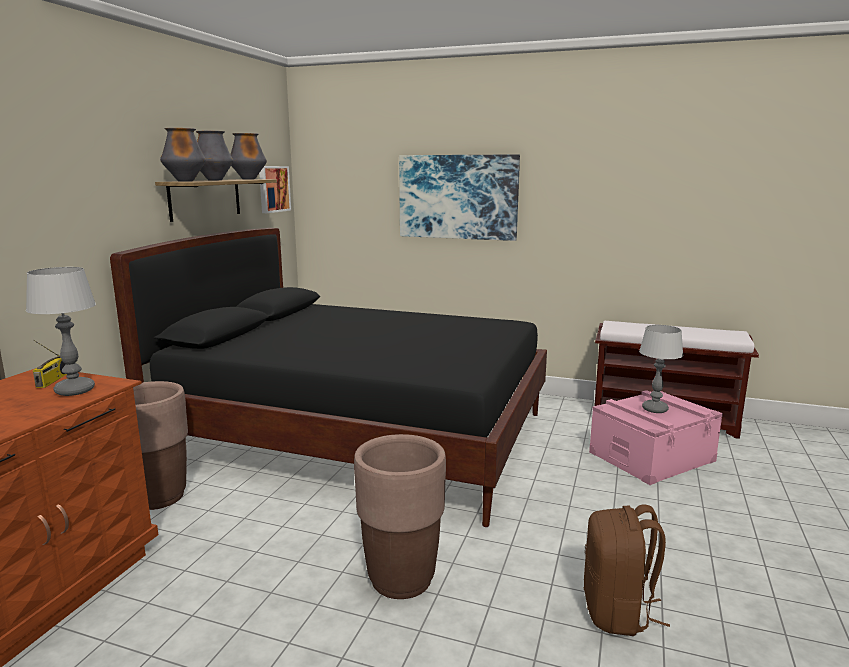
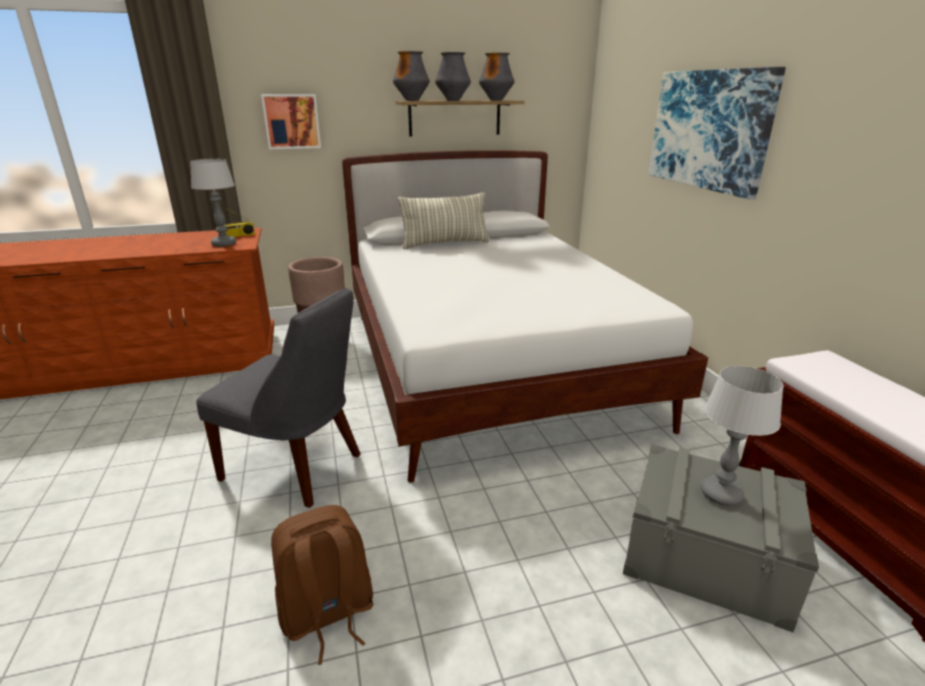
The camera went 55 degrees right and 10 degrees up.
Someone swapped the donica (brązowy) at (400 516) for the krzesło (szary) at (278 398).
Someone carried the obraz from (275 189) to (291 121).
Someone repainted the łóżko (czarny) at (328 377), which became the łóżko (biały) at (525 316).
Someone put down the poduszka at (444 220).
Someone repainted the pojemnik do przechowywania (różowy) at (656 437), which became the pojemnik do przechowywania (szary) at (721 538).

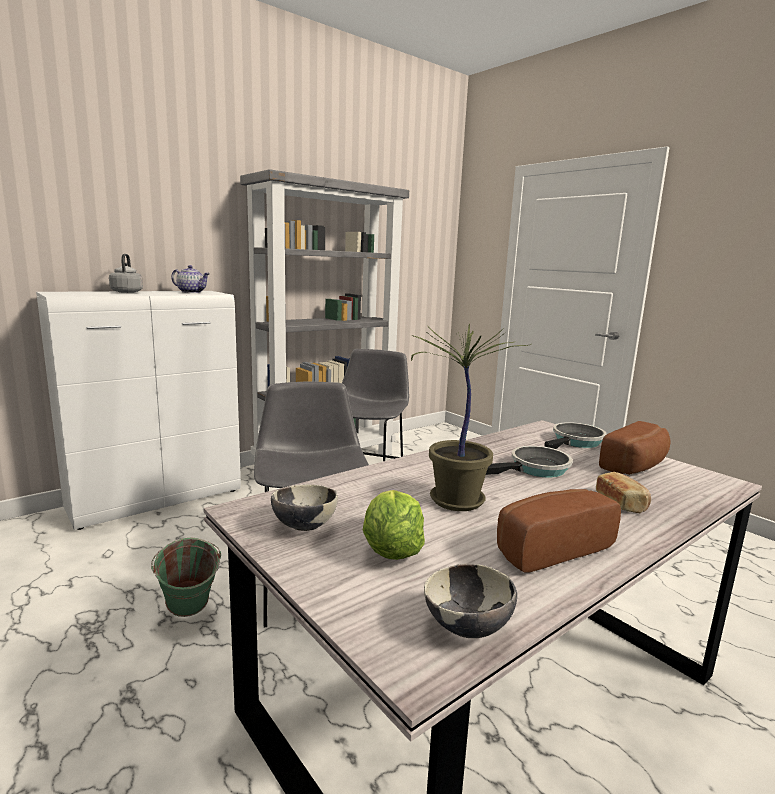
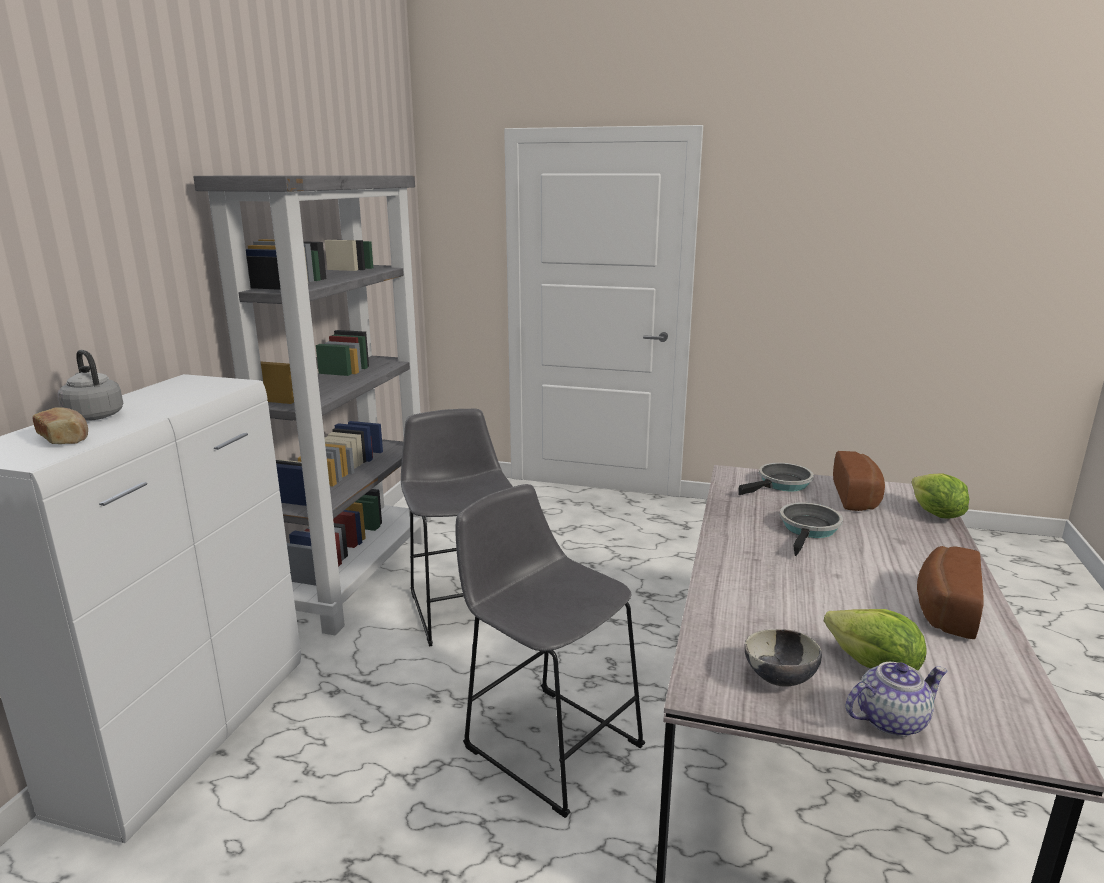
The camera went 35 degrees left and 5 degrees up.
Someone carried the chleb from (623 492) to (60 425).
Someone rotated the patelnia at (575 435) by 45 degrees clockwise.
Someone carried the imbryk from (190 279) to (897 699).
Someone put down the sałata at (940 496).
Someone took away the wiadro (zielony) at (186 577).
Someone took away the roślina doniczkowa at (471 417).
Someone took away the miska at (470 600).

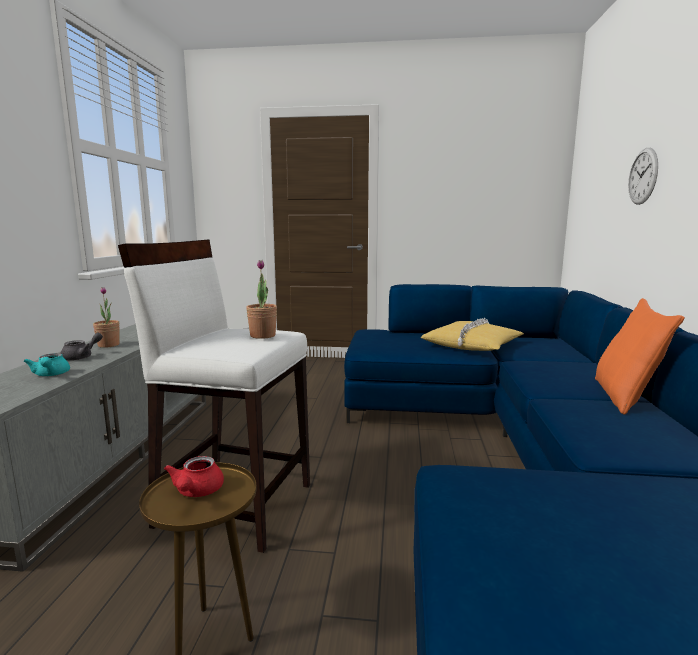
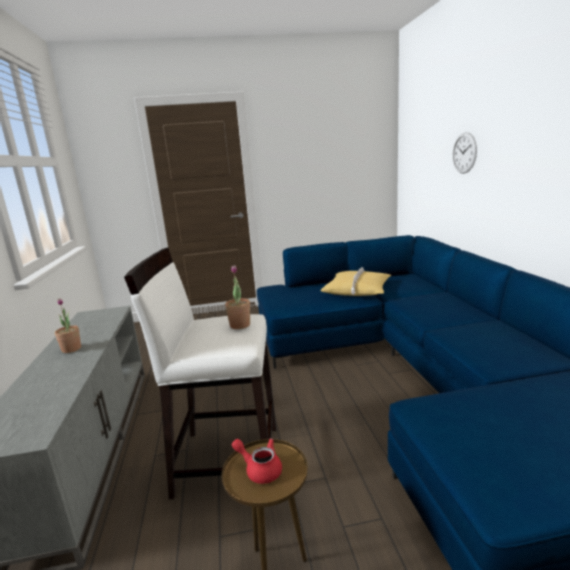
The camera went 15 degrees left and 5 degrees up.
Someone rotated the imbryk (czerwony) at (194 476) by 135 degrees clockwise.
Someone took away the imbryk (turkusowy) at (47 364).
Someone took away the imbryk (szary) at (81 347).
Someone took away the poduszka (pomarańczowy) at (640 356).

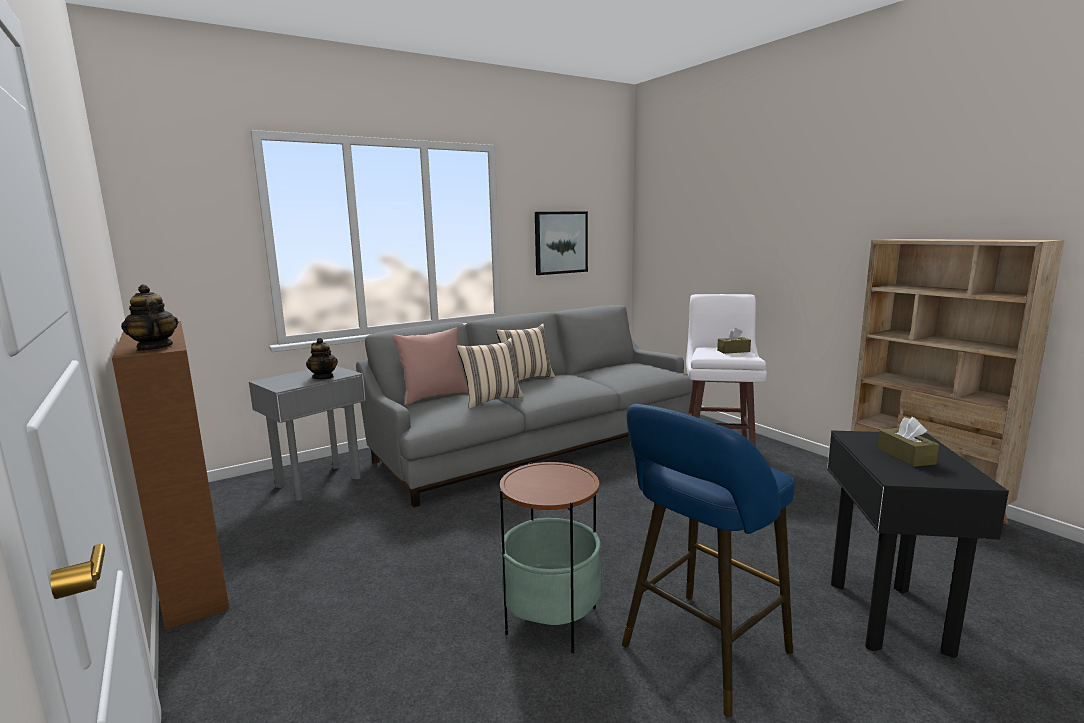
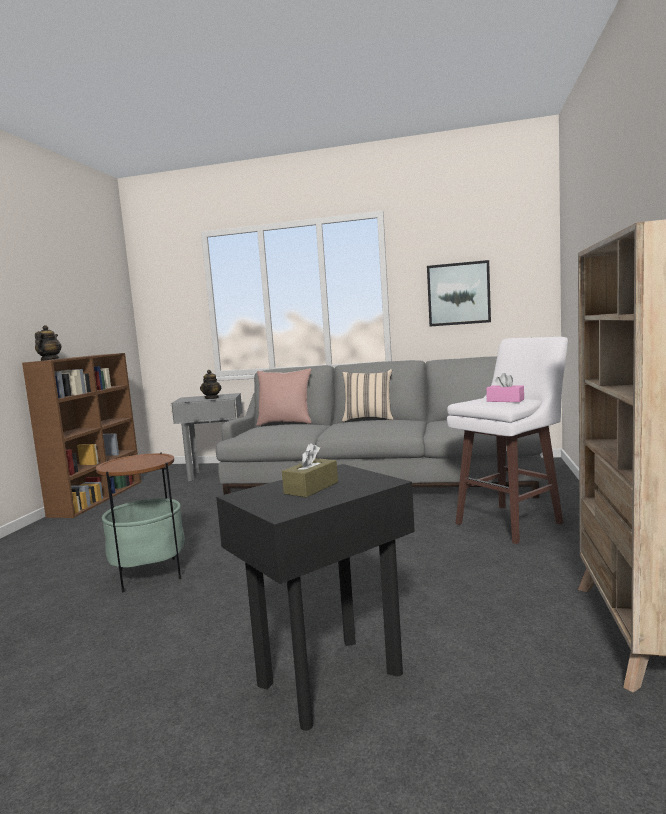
The camera went 45 degrees right and 5 degrees down.
Someone repainted the pudełko chusteczek (brązowy) at (734 341), which became the pudełko chusteczek (różowy) at (505 387).
Someone took away the poduszka (beżowy) at (490 373).
Someone took away the stołek (niebieski) at (708 560).

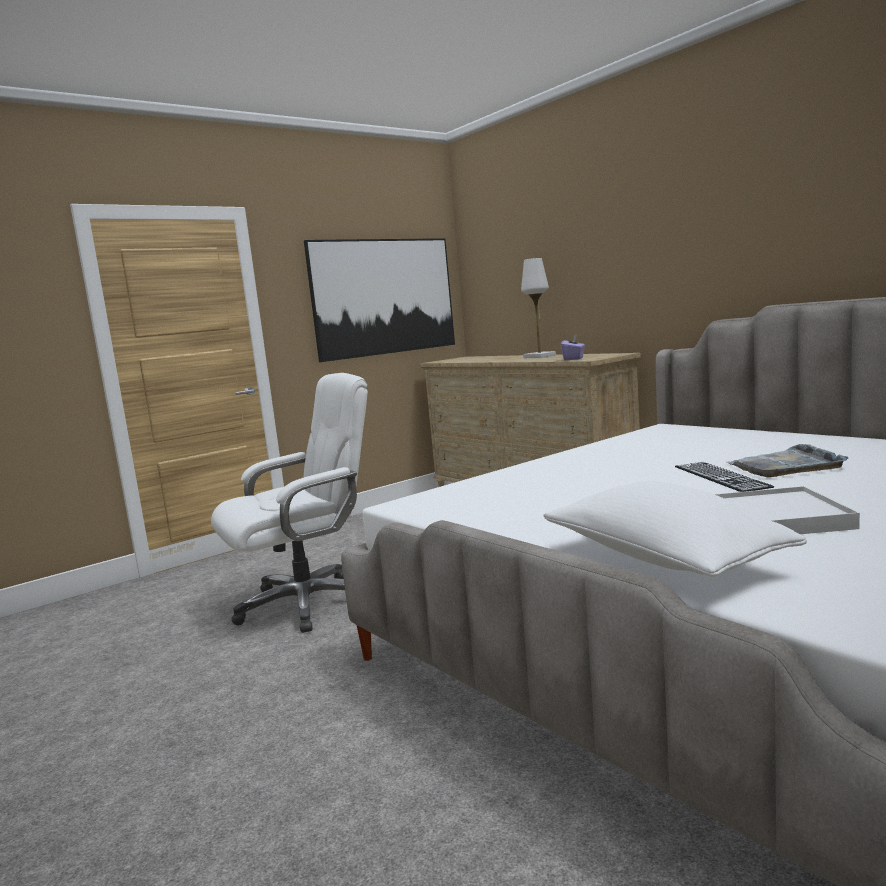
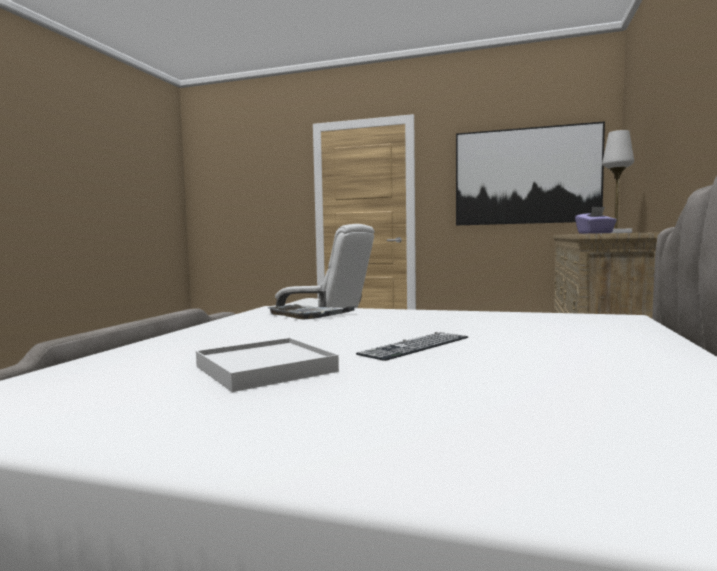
The camera went 55 degrees right and 5 degrees down.
Someone carried the taca (szary) from (788 460) to (313 311).
Someone took away the poduszka (biały) at (675 529).

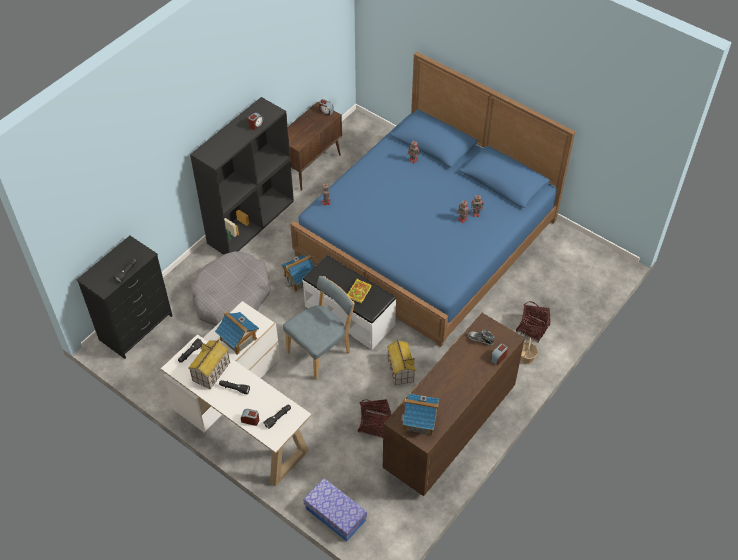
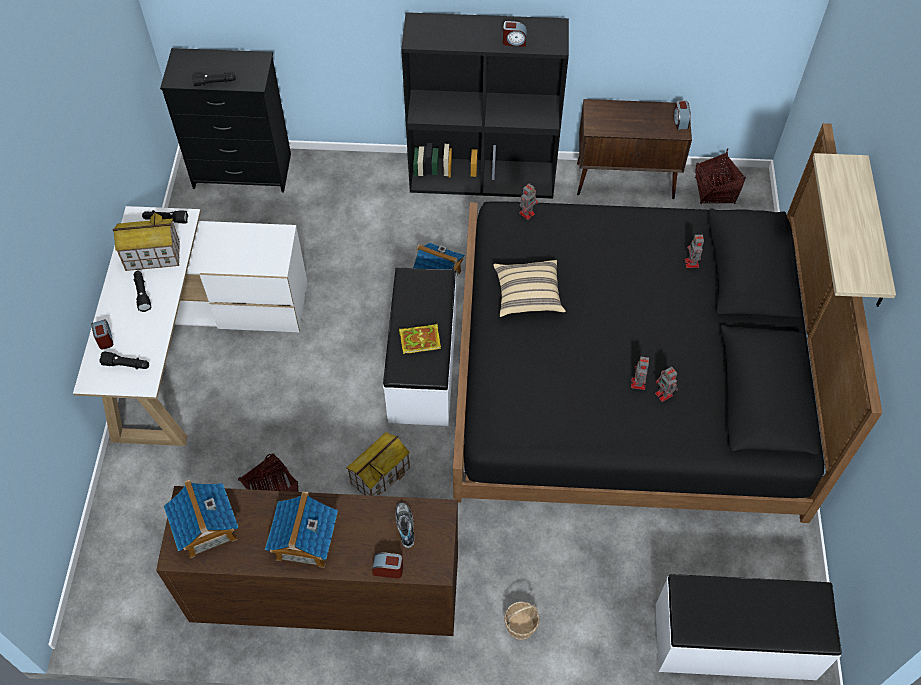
The camera went 55 degrees right and 5 degrees up.
Someone carried the domek from (237 333) to (301 529).
Someone repainted the łóżko (niebieski) at (432 199), which became the łóżko (czarny) at (667 323).
Someone put down the poduszka (beżowy) at (529 288).
Someone put down the ławka (biały) at (749 627).
Someone carried the koszyk from (533 321) to (720 176).
Someone put up the półka at (854 230).
Someone took away the legowisko (szary) at (231 288).
Someone took away the krzesło (niebieski) at (319 328).
Someone took away the pojemnik do przechowywania at (335 510).

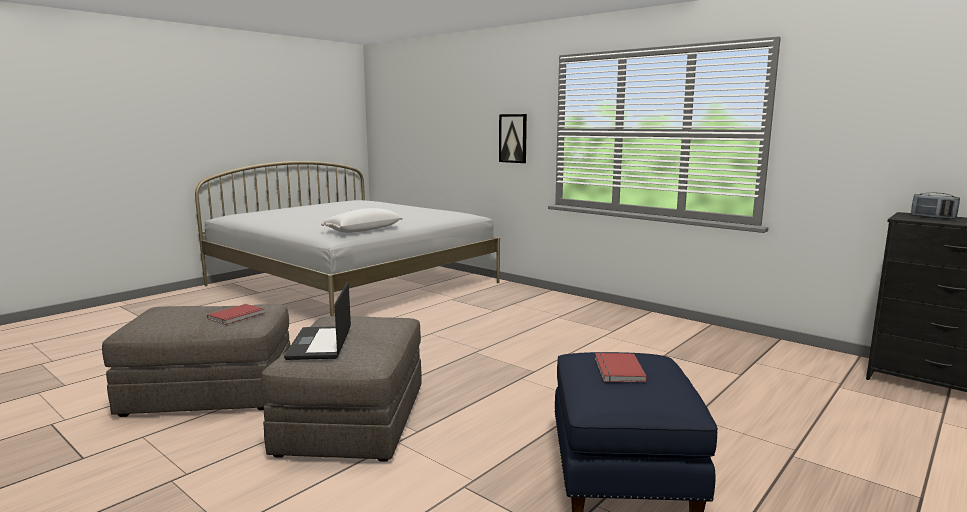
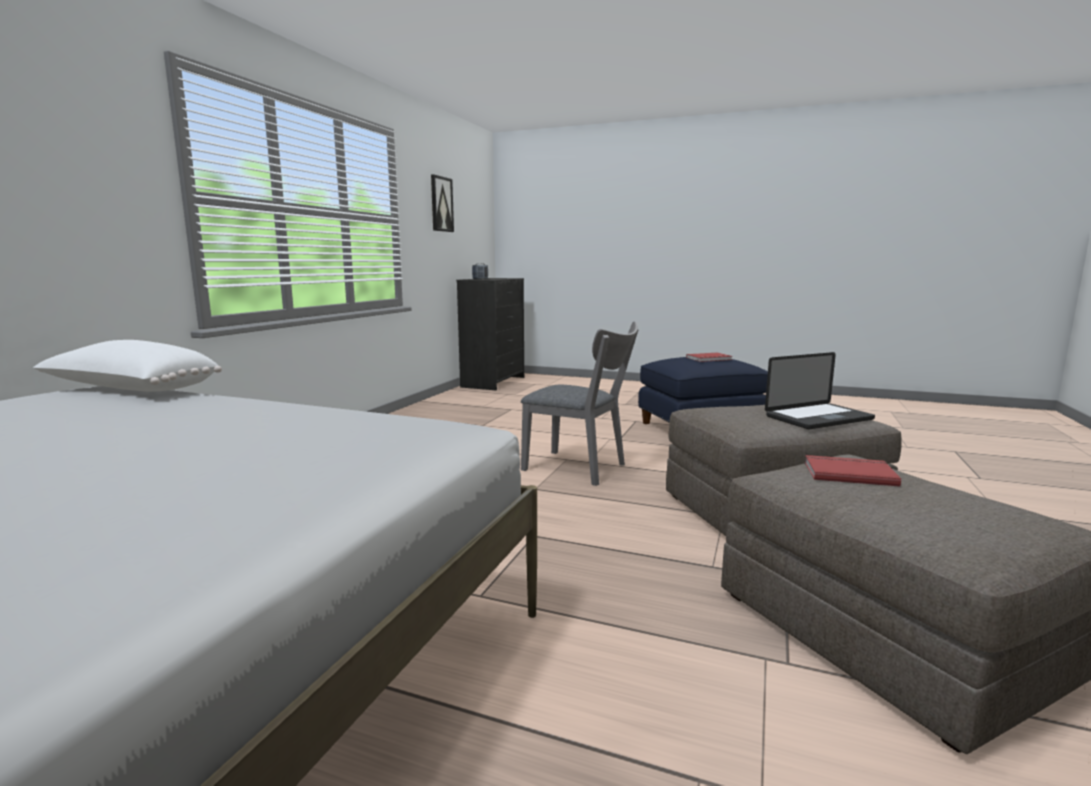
The camera went 110 degrees left and 0 degrees up.
Someone carried the poduszka (biały) from (362 220) to (127 365).
Someone carried the obraz from (513 138) to (442 203).
Someone put down the krzesło (szary) at (579 404).

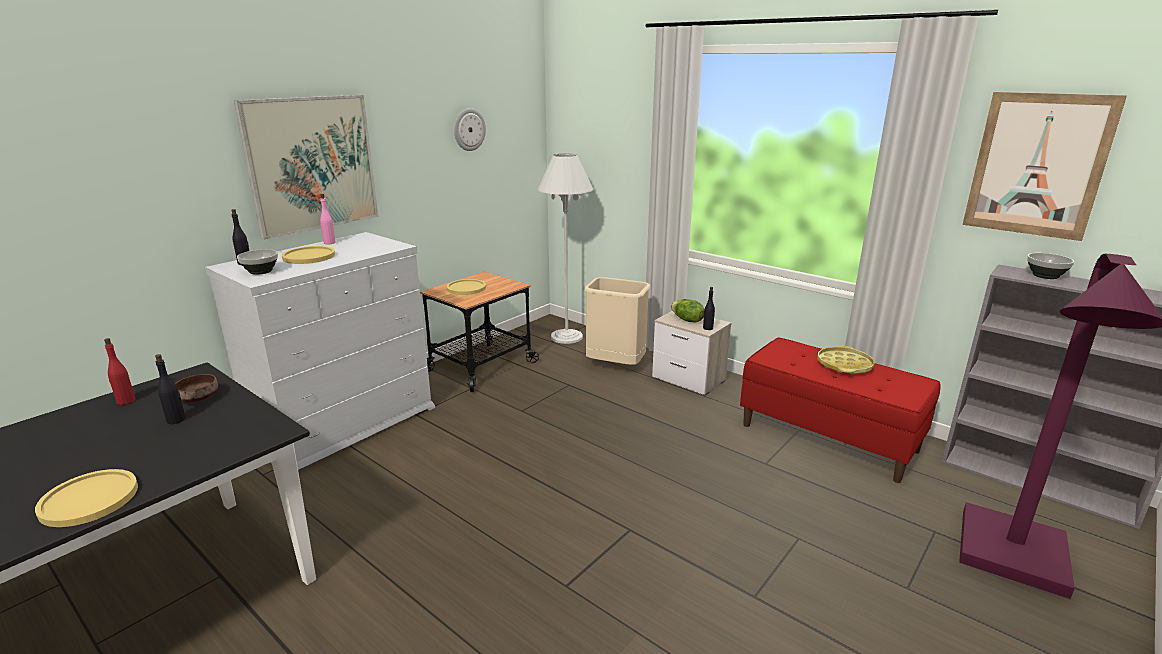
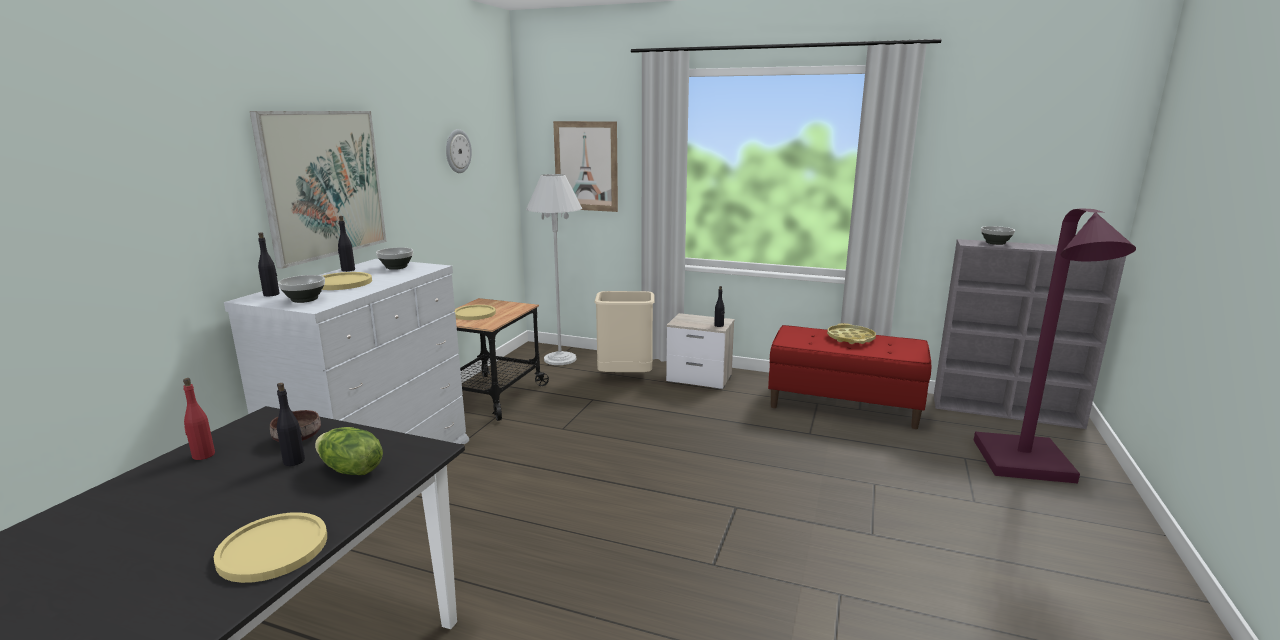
The camera went 20 degrees left and 5 degrees down.
Someone carried the sałata from (688 311) to (349 451).
Someone repainted the butelka (różowy) at (328 219), which became the butelka (czarny) at (346 244).
Someone put down the miska at (394 258).
Someone carried the obraz from (1044 166) to (585 166).

